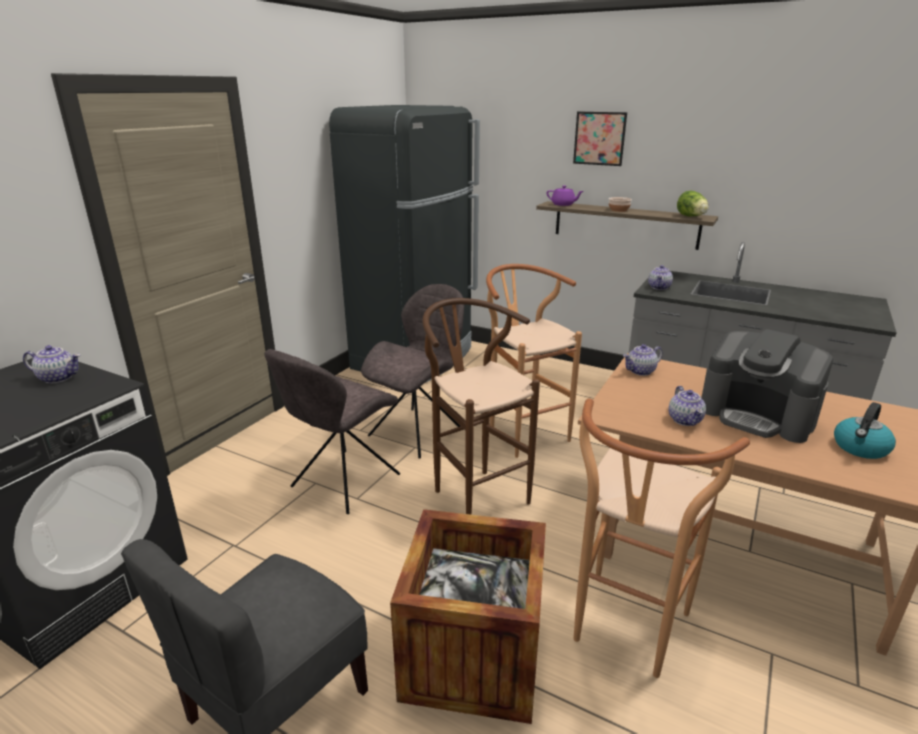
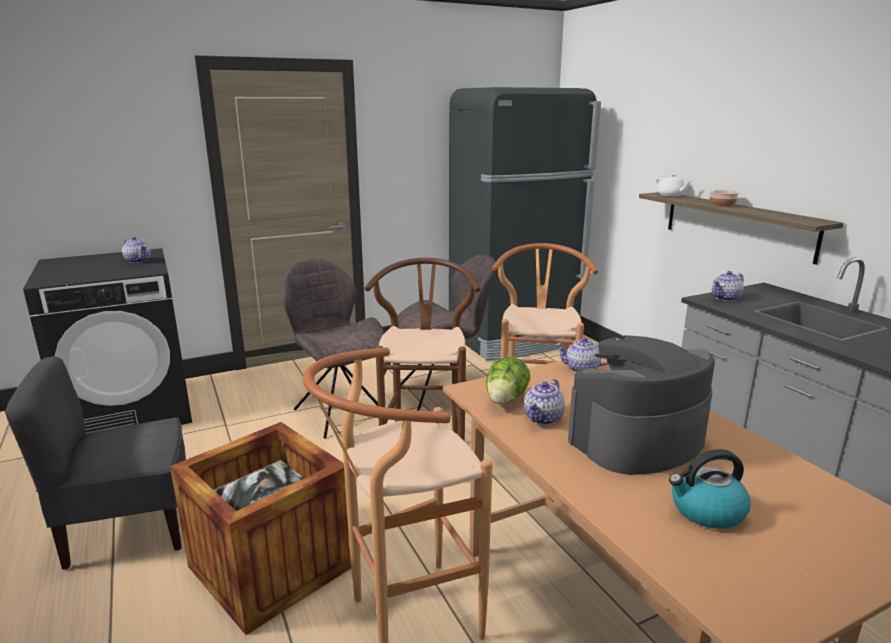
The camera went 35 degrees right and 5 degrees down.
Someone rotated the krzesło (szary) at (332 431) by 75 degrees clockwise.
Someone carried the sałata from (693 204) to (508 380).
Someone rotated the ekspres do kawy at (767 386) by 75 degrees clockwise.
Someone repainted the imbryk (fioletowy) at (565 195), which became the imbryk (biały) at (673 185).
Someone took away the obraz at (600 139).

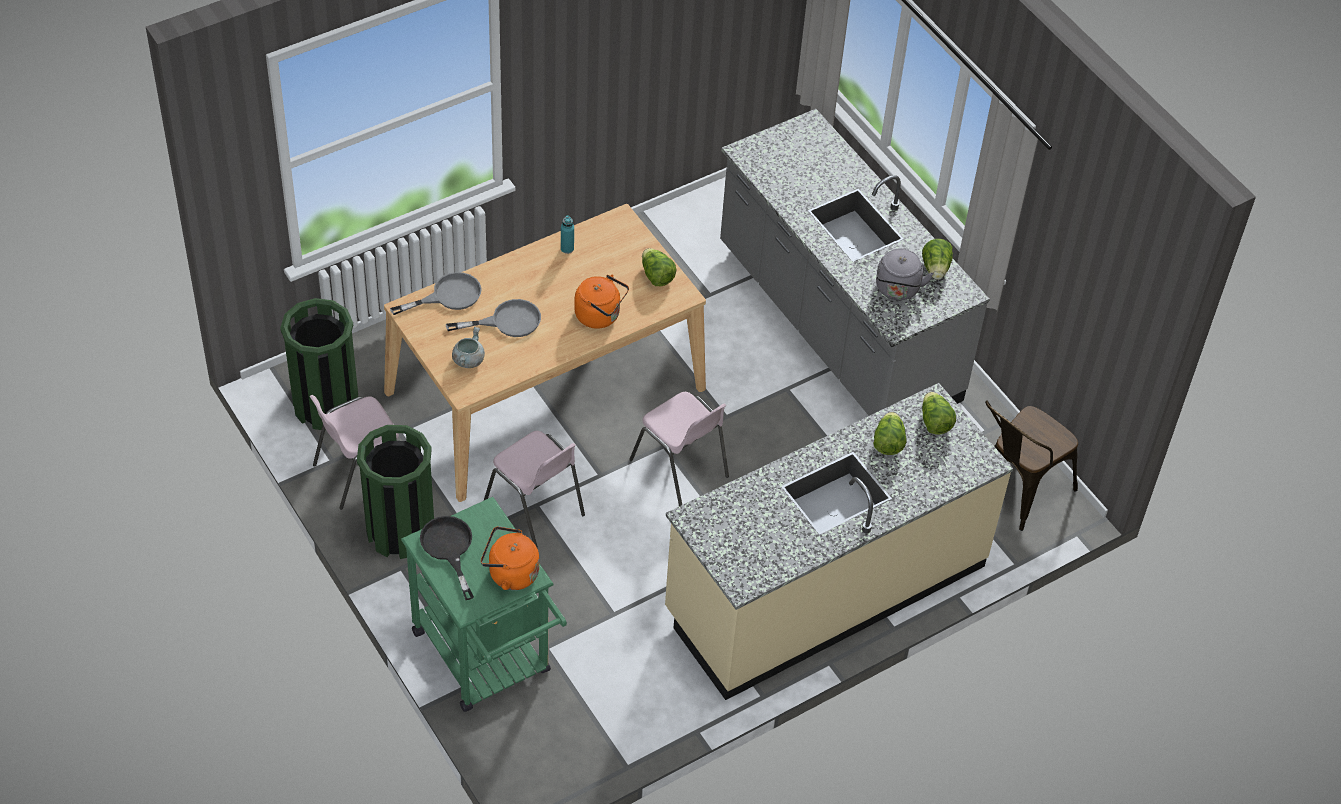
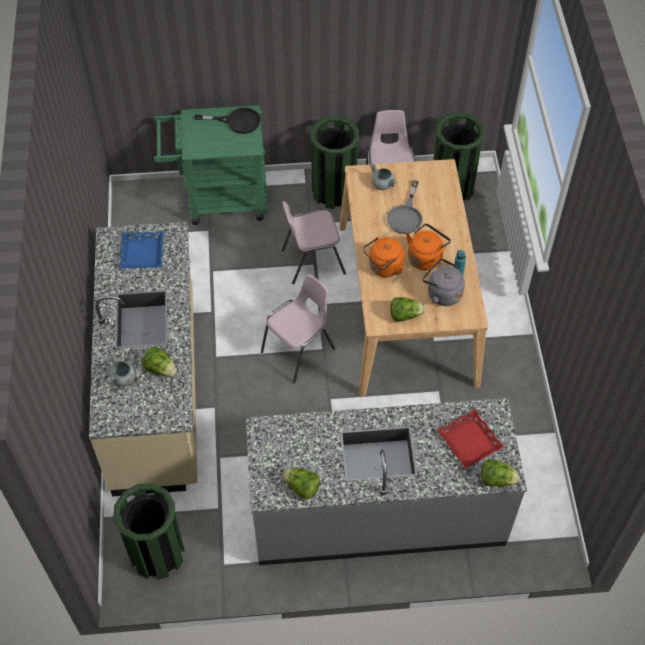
The camera went 120 degrees right and 5 degrees up.
Someone put down the garnek (szary) at (120 369).
Someone swapped the krzesło (brązowy) at (1031 465) for the kosz na śmieci (zielony) at (149 531).
Someone put down the taca (niebieski) at (141 250).
Someone rotated the krzesło (różowy) at (679 449) by 150 degrees clockwise.
Someone carried the czajnik (pomarańczowy) from (510 558) to (428 247).
Someone carried the czajnik (szary) from (905 274) to (444 282).
Someone put down the taca (czerwony) at (470 439).
Someone carried the sałata from (939 413) to (500 473).
Someone took away the patelnia (szary) at (436 293).

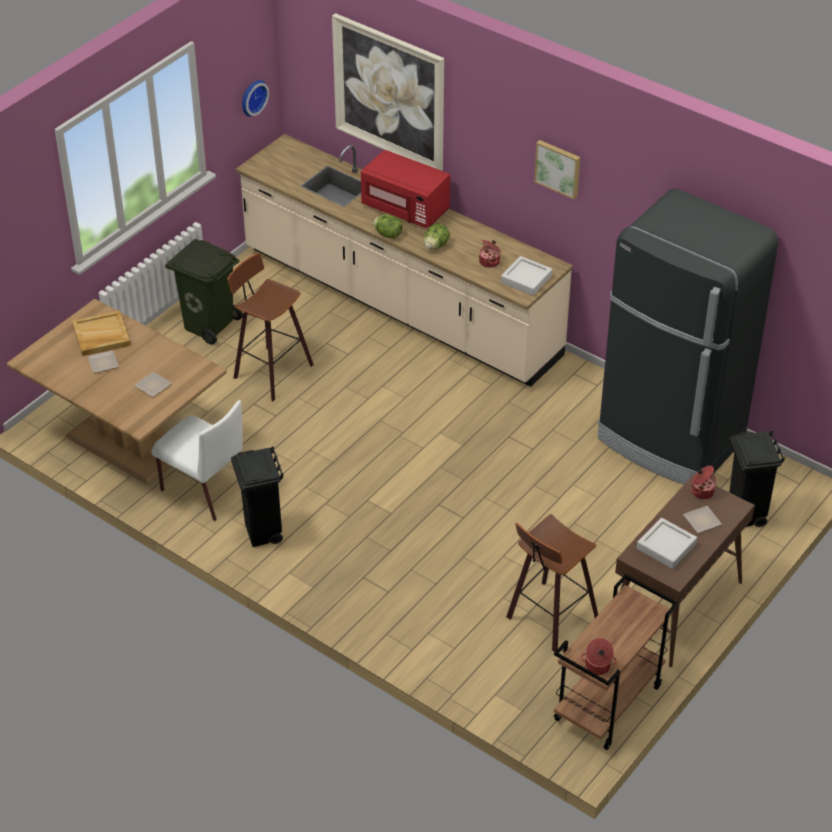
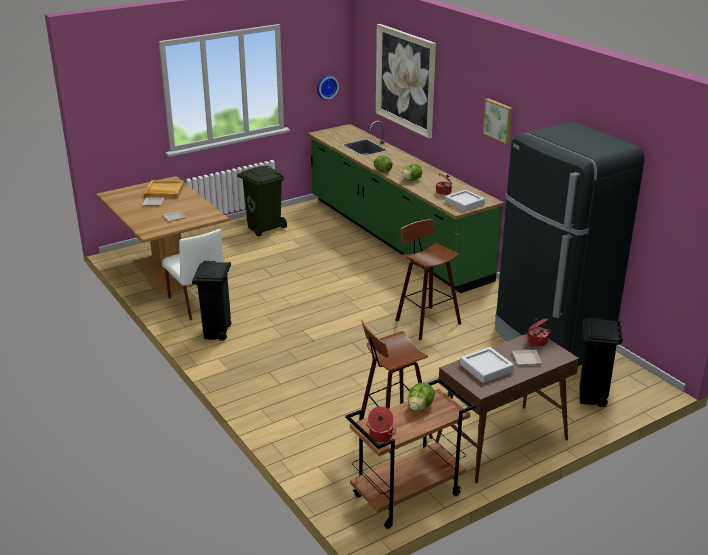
The camera went 20 degrees right and 15 degrees down.
Someone repainted the zabudowa kuchenna (beżowy) at (404 260), which became the zabudowa kuchenna (zielony) at (406 207).
Someone carried the stołek from (270 327) to (428 280).
Someone put down the sałata at (421 396).
Someone took away the mikrofalówka (czerwony) at (405 189).

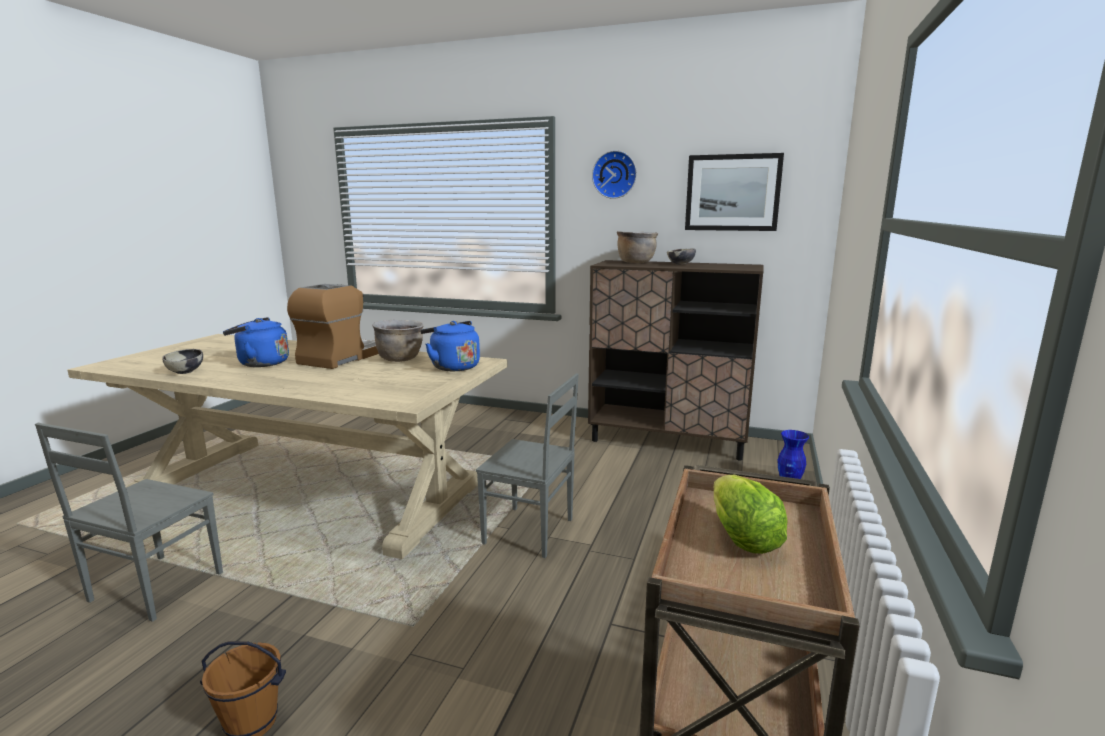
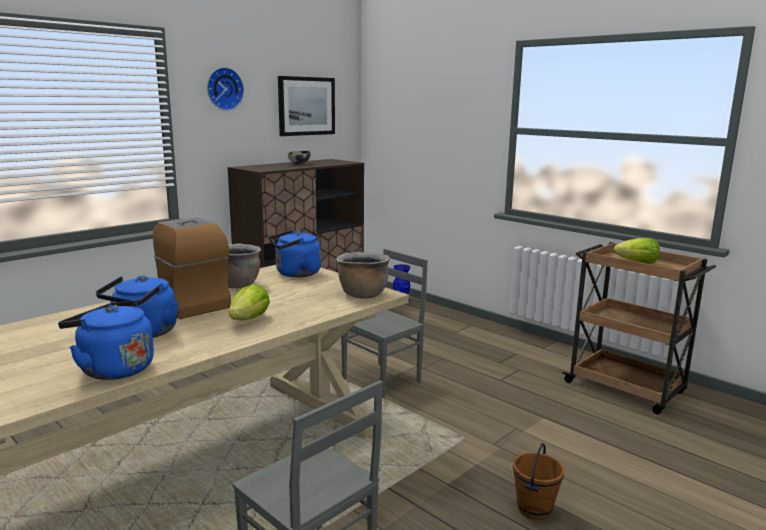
The camera went 65 degrees left and 0 degrees up.
Someone swapped the miska at (182 361) for the czajnik (niebieski) at (106 340).
Someone put down the sałata at (249 302).
Someone carried the garnek (brązowy) from (637 247) to (363 275).

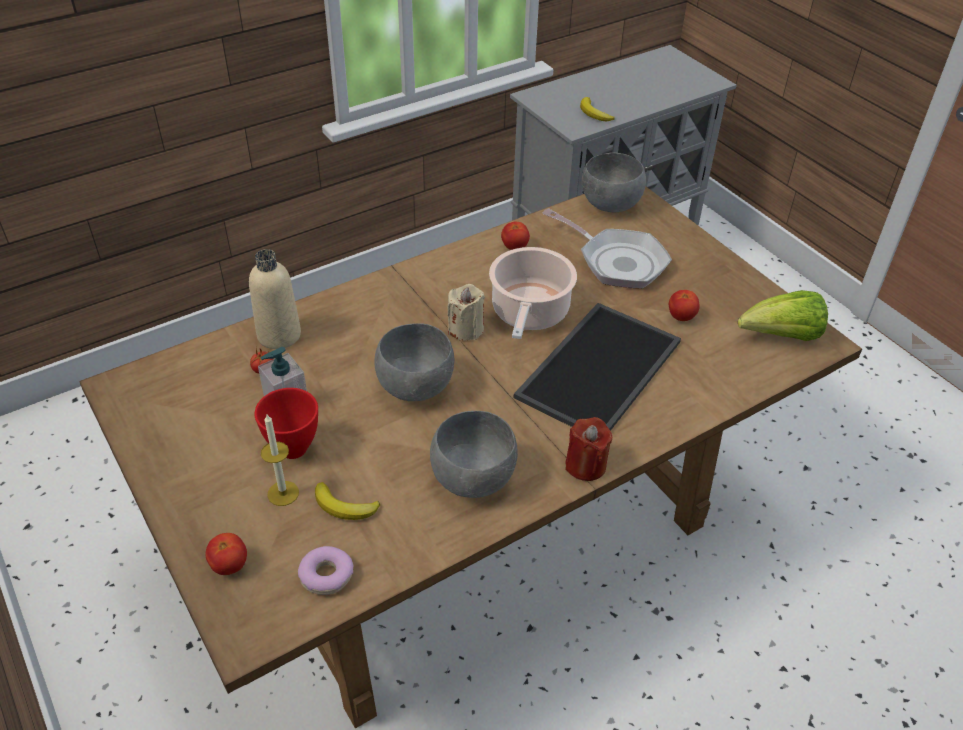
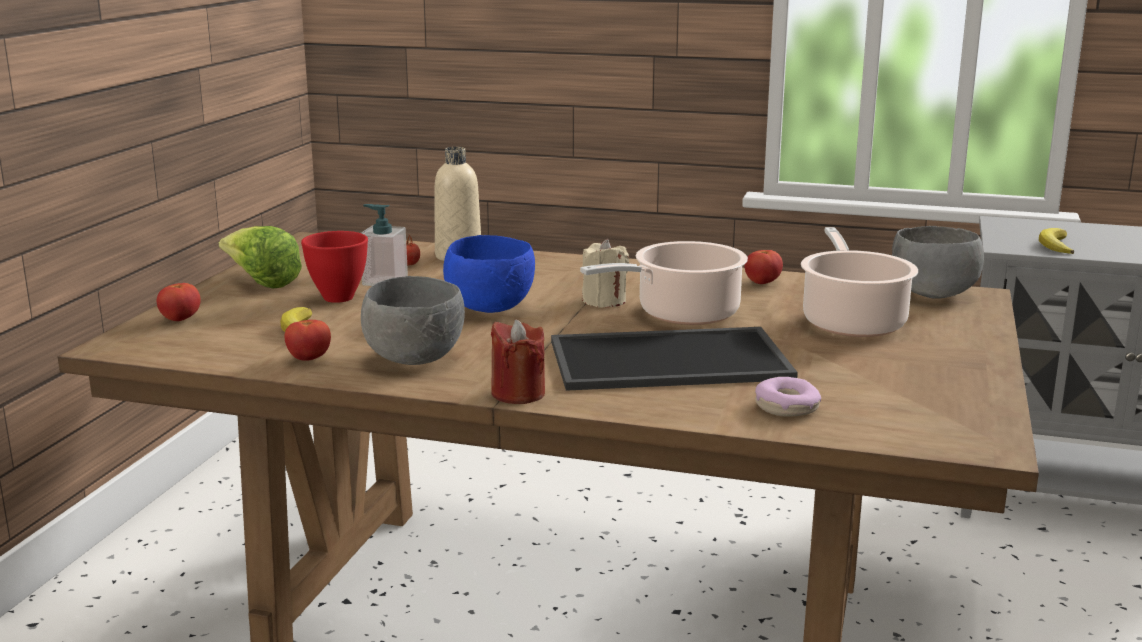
The camera went 50 degrees right and 25 degrees down.
Someone carried the sałata from (783 315) to (260 257).
Someone carried the pomidor from (684 305) to (308 340).
Someone repainted the miska (szary) at (414 362), which became the miska (niebieski) at (489 274).
Someone carried the donut from (326 570) to (788 397).
Someone swapped the patelnia at (607 248) for the garnek at (859 282).
Someone took away the świeca at (280 460).

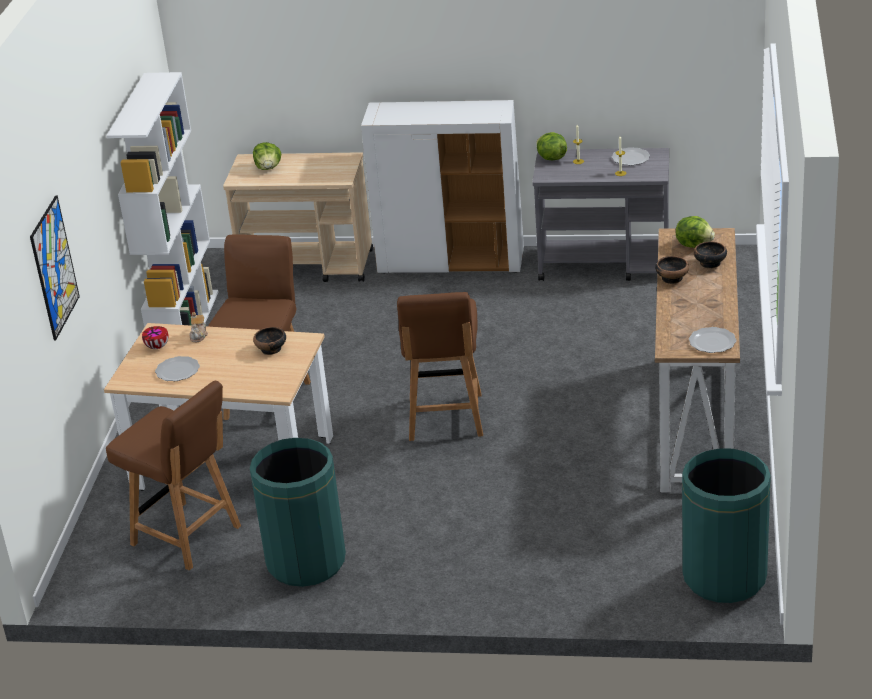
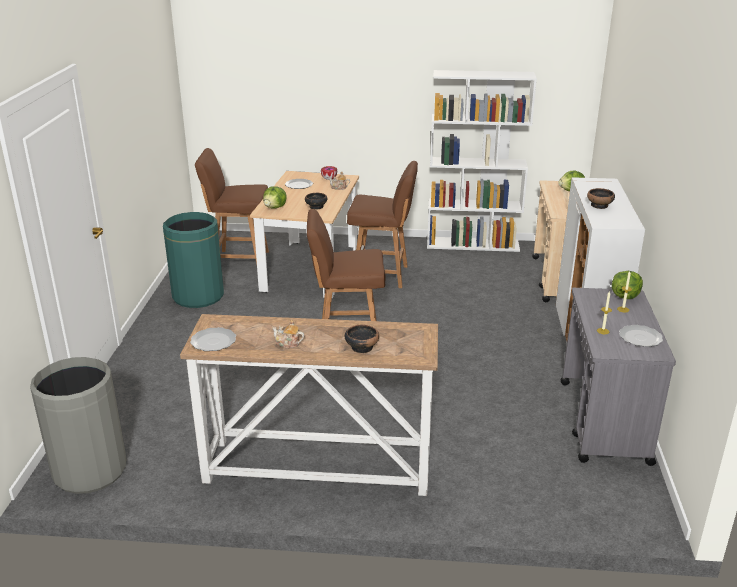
The camera went 85 degrees right and 5 degrees down.
Someone repainted the kosz na śmieci (zielony) at (726 525), which became the kosz na śmieci (szary) at (78 425).
Someone rotated the krzesło (brązowy) at (173 476) by 60 degrees clockwise.
Someone carried the sałata from (695 232) to (275 197).
Someone put down the imbryk at (288 334).
Someone carried the miska from (672 270) to (601 198).
Someone took away the obraz at (55 267).

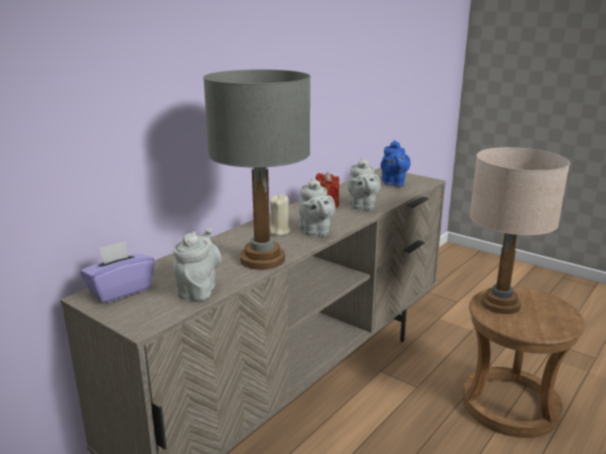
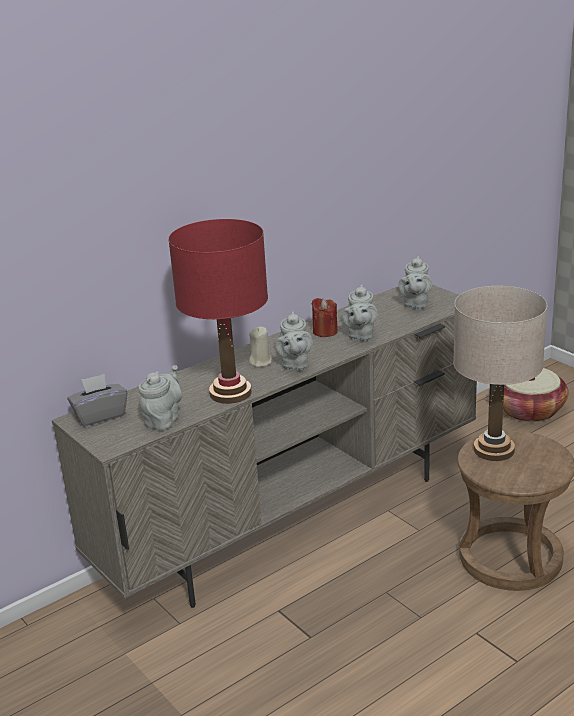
The camera went 15 degrees right and 5 degrees up.
Someone repainted the pudełko chusteczek (fioletowy) at (117 272), which became the pudełko chusteczek (szary) at (97 400).
Someone repainted the lampa stołowa (szary) at (257 169), which became the lampa stołowa (czerwony) at (218 311).
Someone repainted the imbryk (niebieski) at (395 163), which became the imbryk (szary) at (415 283).
Someone put down the koszyk at (535 395).

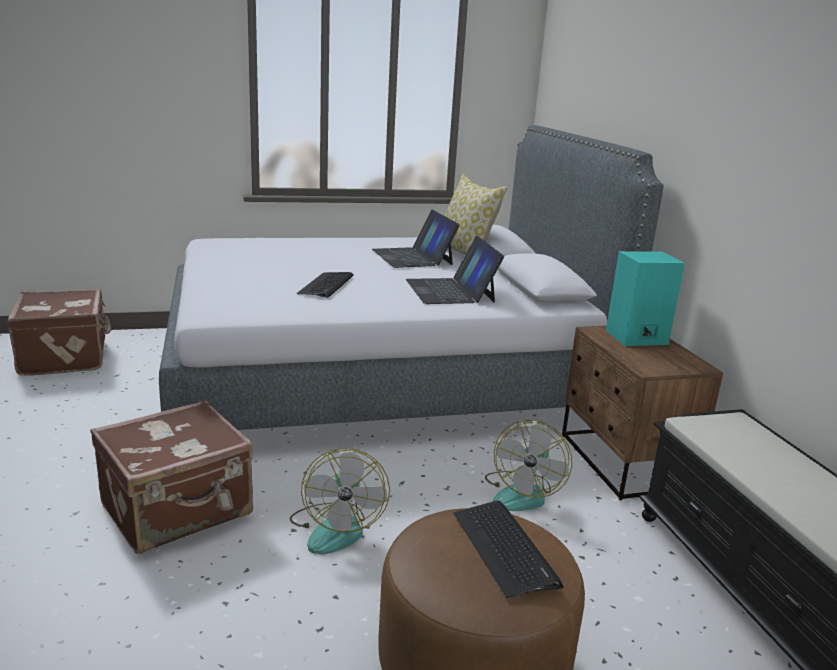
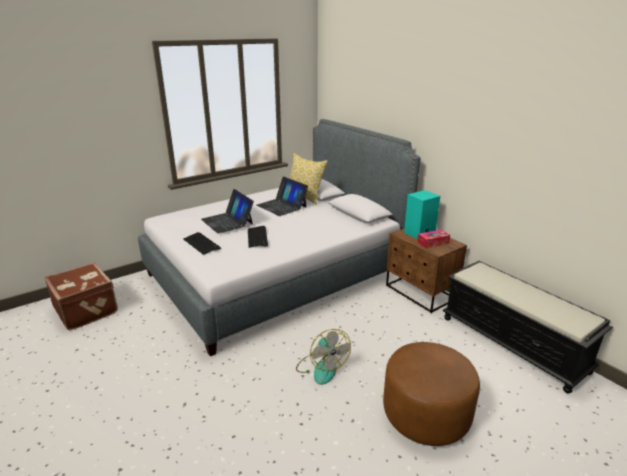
The camera went 20 degrees left and 5 degrees up.
Someone carried the klawiatura from (508 549) to (202 243).
Someone carried the laptop from (455 270) to (227 211).
Someone put down the pudełko chusteczek at (433 238).
Someone took away the walizka (brązowy) at (171 477).
Someone took away the wentylator at (528 465).

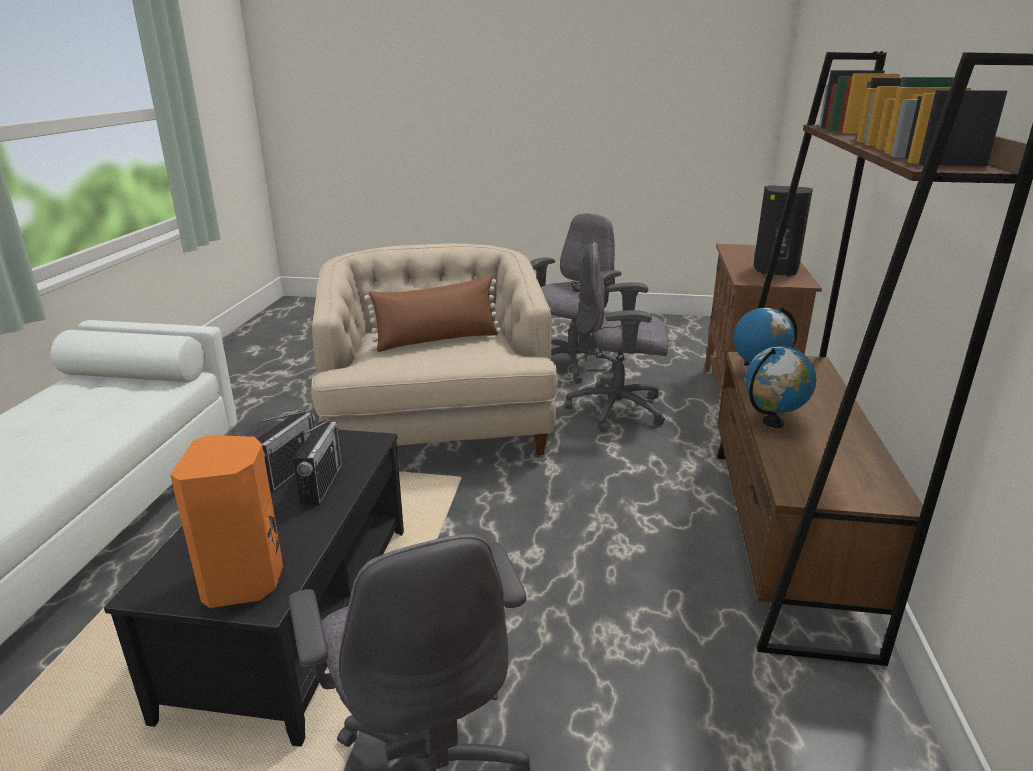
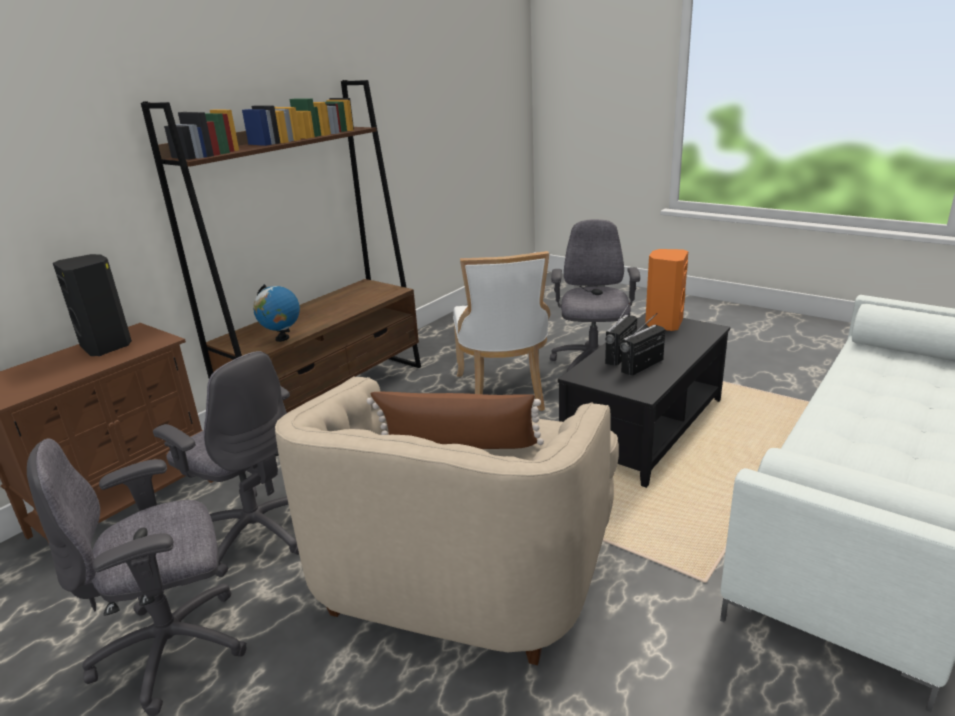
The camera went 150 degrees left and 0 degrees up.
Someone put down the krzesło (biały) at (501 331).
Someone took away the globus at (781 387).

